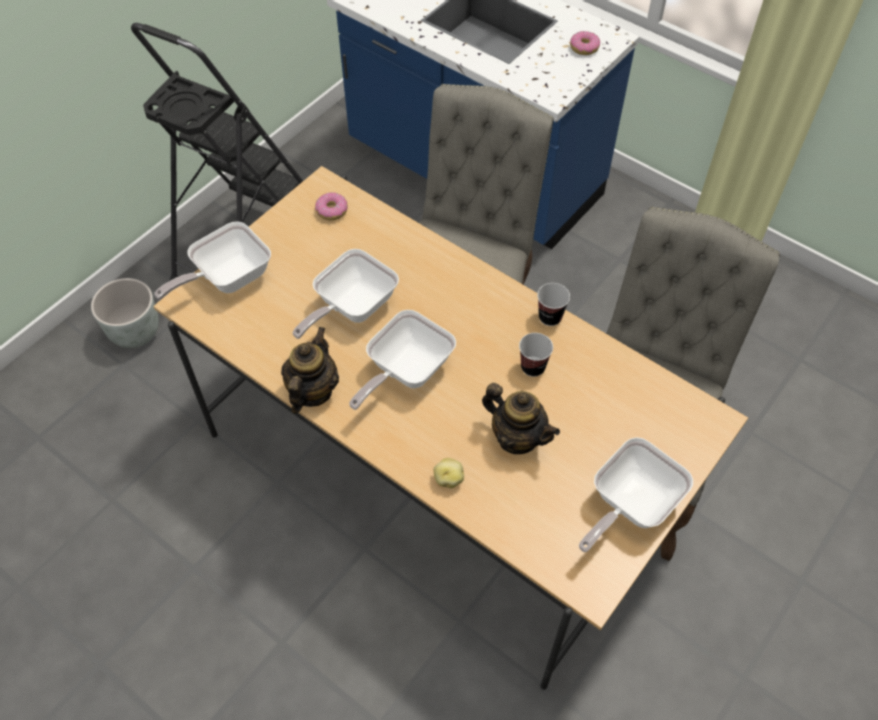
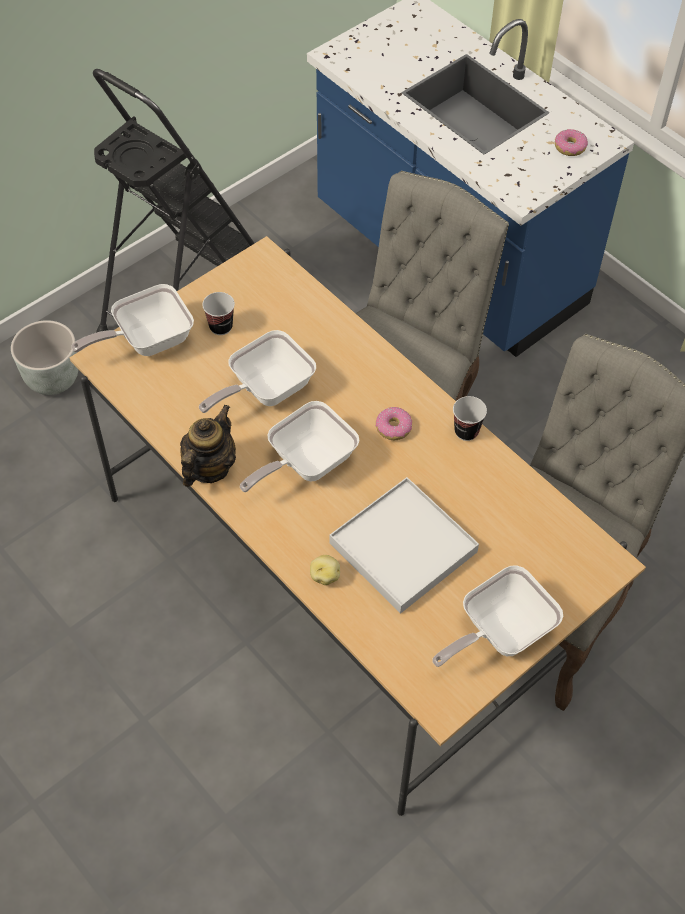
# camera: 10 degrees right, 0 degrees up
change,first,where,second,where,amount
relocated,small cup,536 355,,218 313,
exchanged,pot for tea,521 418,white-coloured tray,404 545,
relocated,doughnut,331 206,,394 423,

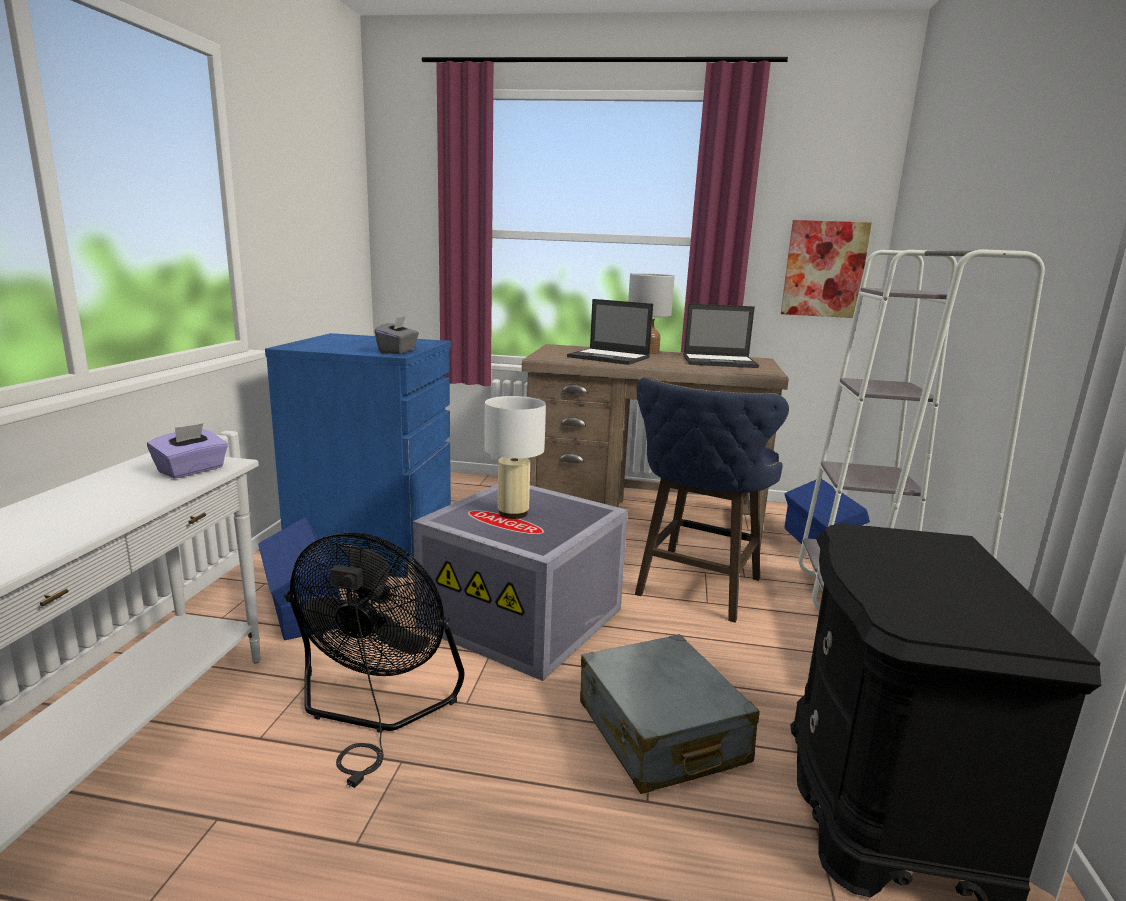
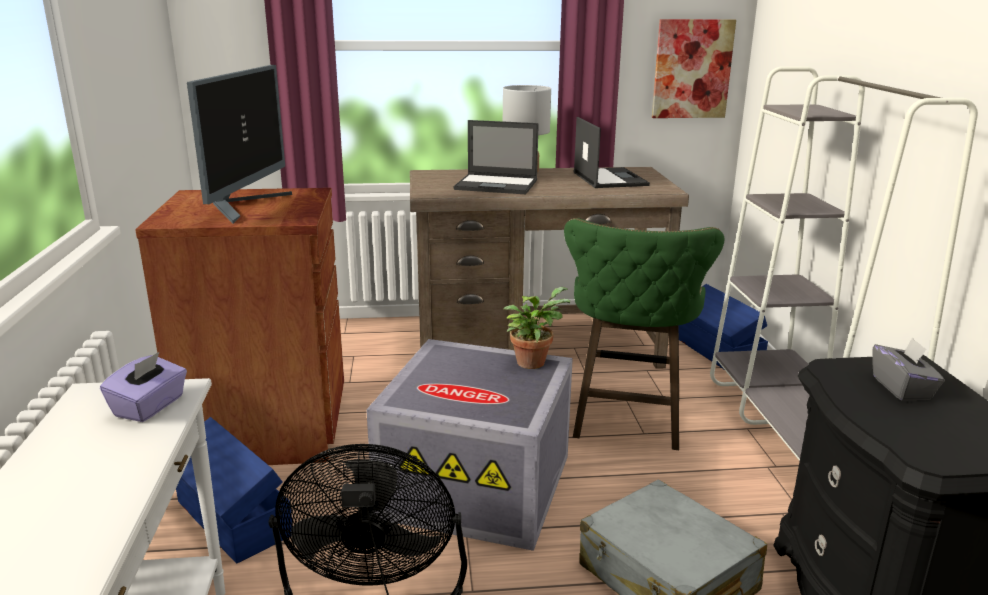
# camera: 15 degrees left, 5 degrees up
change,first,where,second,where,amount
colour,bluish chest of drawers,358 455,brownish chest of drawers,239 326,
appeared,,,computer screen,239 144,
appeared,,,plant in a pot,536 328,
colour,bluish stool seat,712 500,greenish stool seat,644 334,
spun,laptop,721 336,,611 152,90 degrees counterclockwise
relocated,gray box of tissues,397 335,,908 369,
missing,white-coloured lamp for a table,515 457,,,

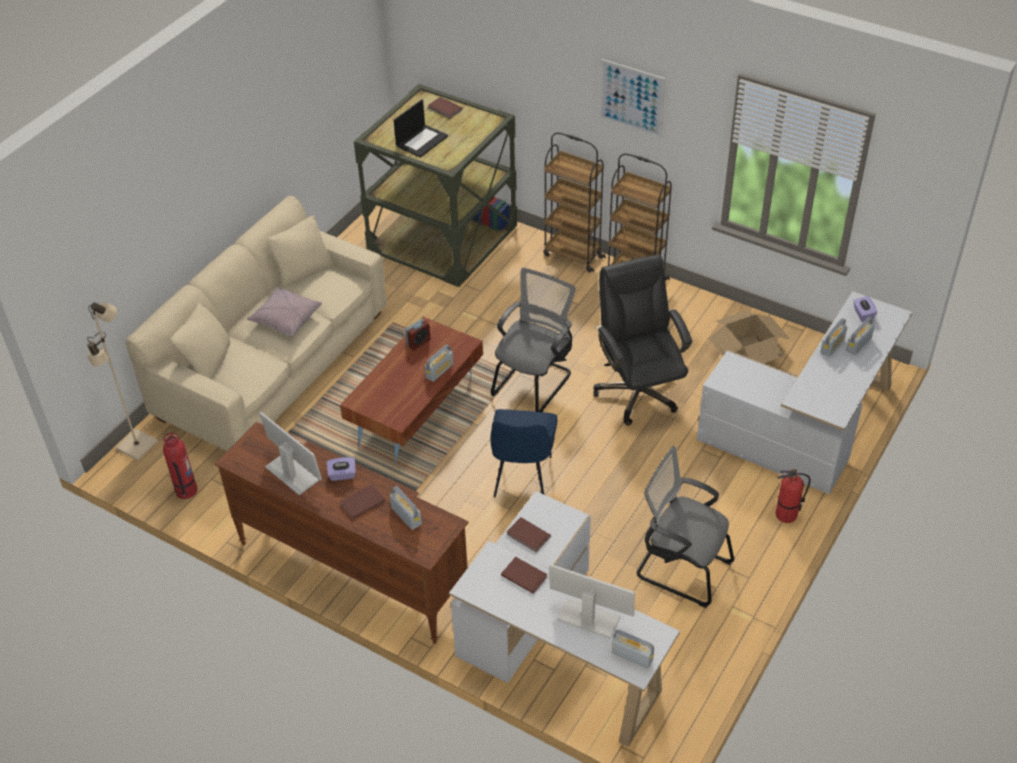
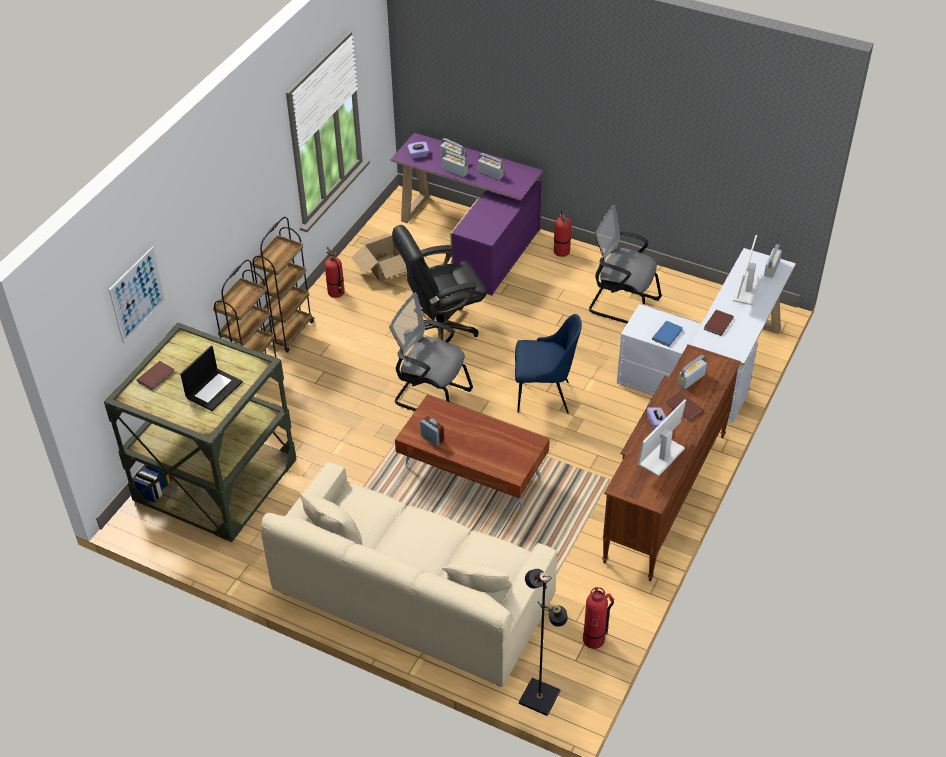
# camera: 95 degrees left, 0 degrees up
change,first,where,second,where,amount
relocated,wall art,632 98,,137 295,
spun,laptop,421 128,,211 378,90 degrees clockwise
appeared,,,fire-fighting cylinder,335 272,
colour,white-coloured desk,805 392,purplish desk,466 214,
relocated,radio receiver,439 363,,491 166,
colour,beige-coloured standing lamp,122 381,blackish standing lamp,543 642,
spun,chair,685 527,,625 263,90 degrees clockwise
colour,brownish book,528 534,bluish book,667 334,
missing,purplish pillow,284 312,,,

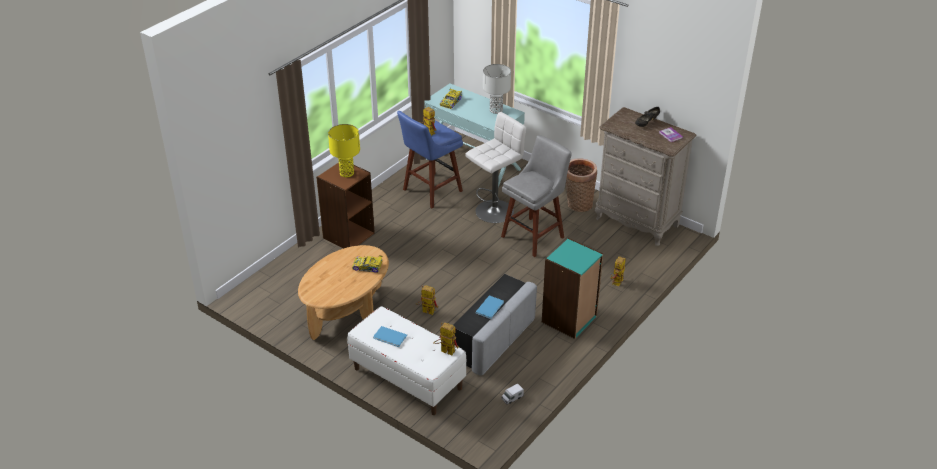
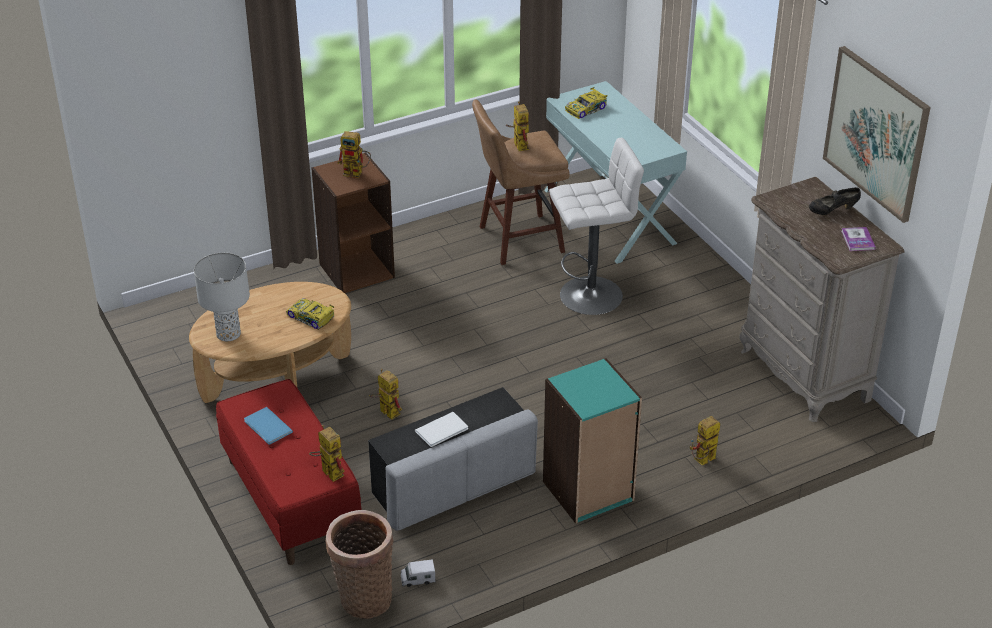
# camera: 25 degrees right, 0 degrees up
change,first,where,second,where,amount
relocated,white-coloured lamp for a table,497 89,,222 297,
colour,white-coloured long seat,406 360,red long seat,289 472,
relocated,household basket,581 185,,360 564,
exchanged,yellowish lamp for a table,344 150,model robot,354 154,
colour,bluish book,489 307,white-coloured book,441 429,
colour,bluish stool seat,430 159,brownish stool seat,521 182,
appeared,,,wall art,877 134,
missing,gray stool seat,536 196,,,

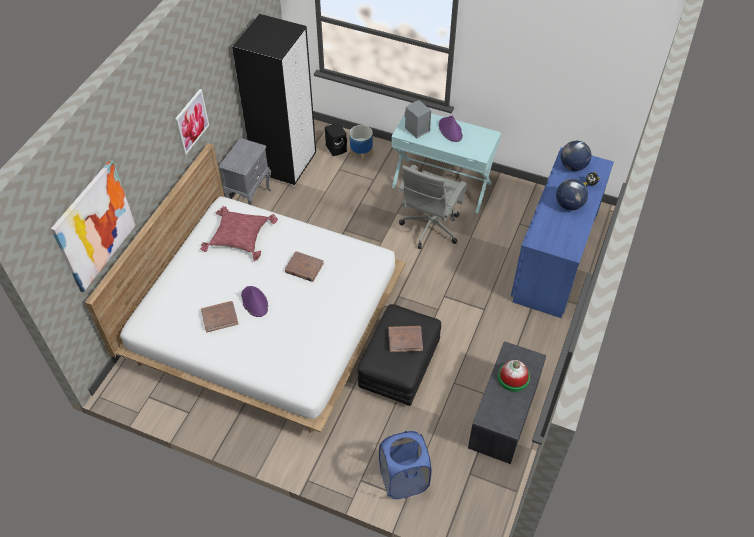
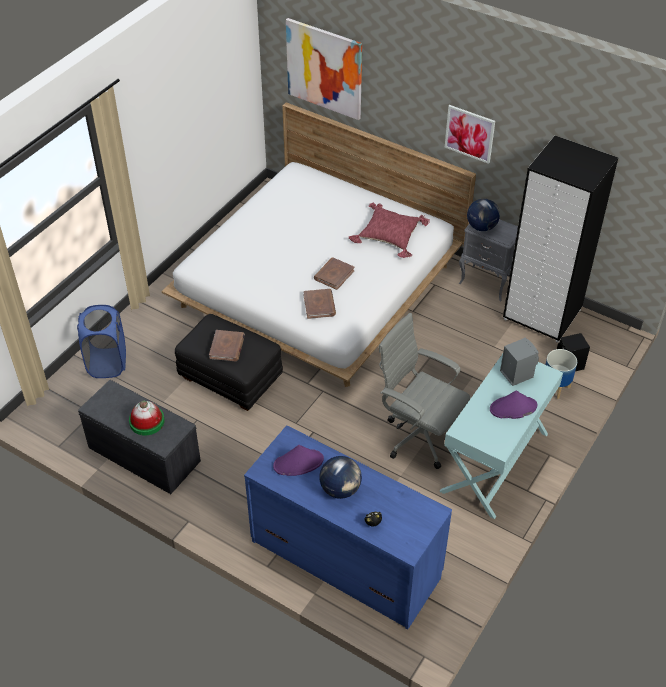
# camera: 100 degrees right, 5 degrees down
change,first,where,second,where,amount
relocated,purplish clothing hat,254 301,,298 460,
relocated,brownish book,220 316,,319 304,
relocated,globe,576 156,,483 215,

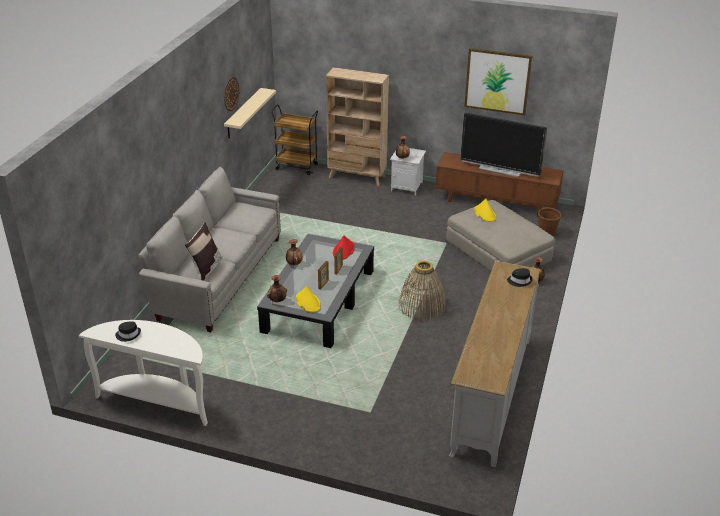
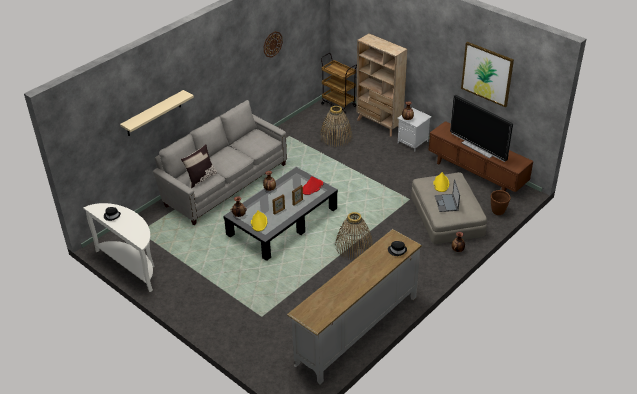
# camera: 25 degrees right, 5 degrees up
change,first,where,second,where,amount
relocated,beige-coloured wall shelf,250 113,,157 113,
appeared,,,household basket,336 126,
appeared,,,laptop,447 195,

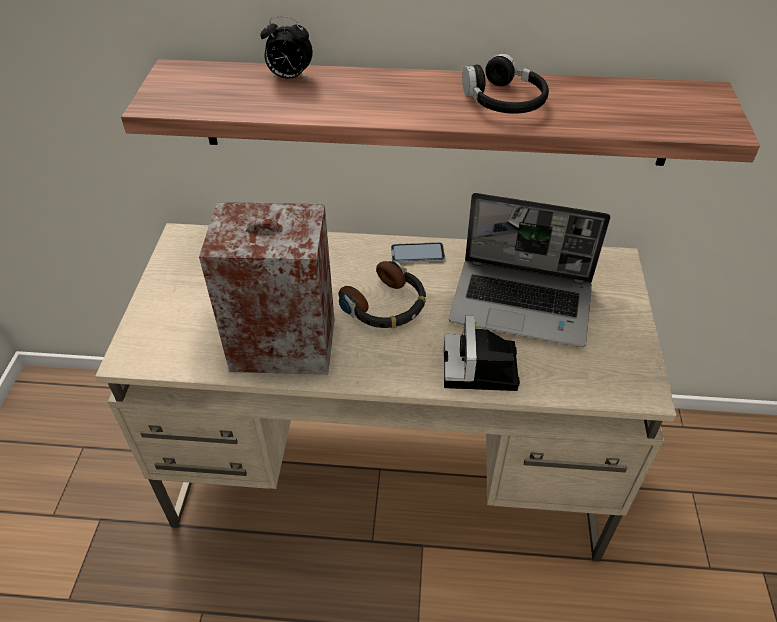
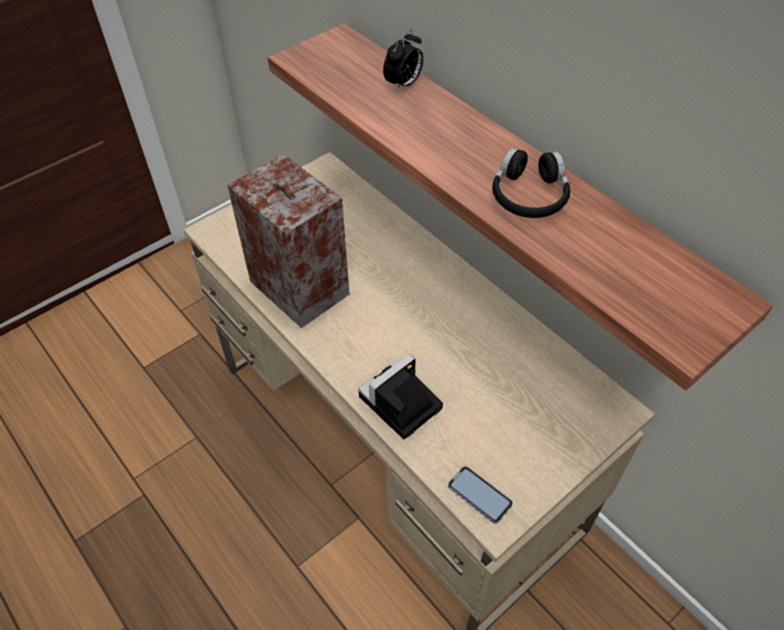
# camera: 45 degrees right, 5 degrees up
change,first,where,second,where,amount
spun,bedside clock,286 48,,403 60,105 degrees counterclockwise
relocated,telephone,418 252,,480 495,
missing,headphones,382 294,,,
missing,laptop,529 270,,,

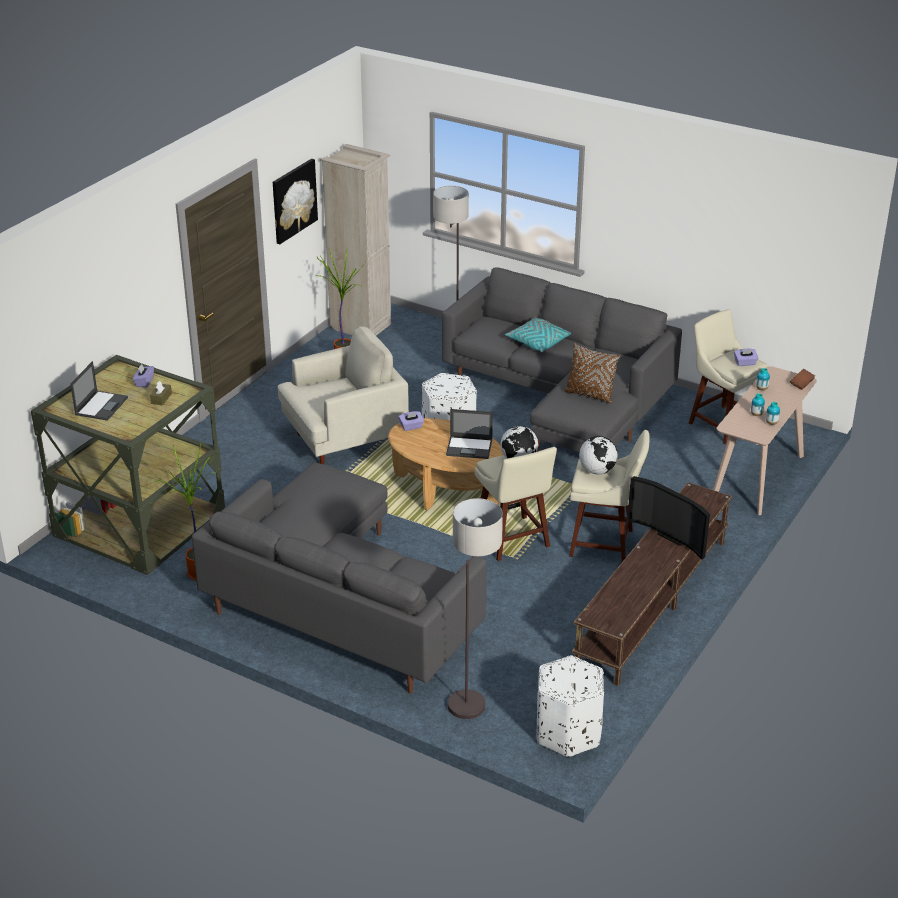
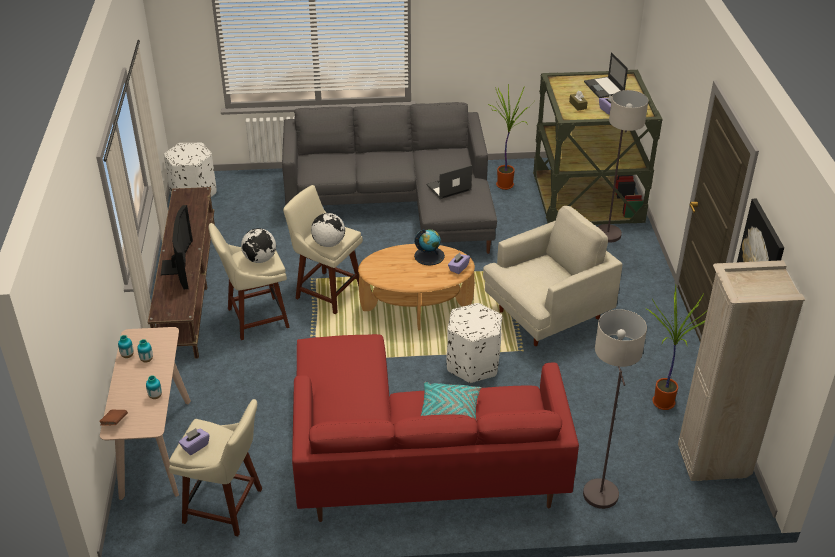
# camera: 145 degrees right, 5 degrees up
change,first,where,second,where,amount
spun,TV set,668 517,,177 247,75 degrees clockwise
colour,gray settee,562 359,red settee,435 428,
appeared,,,globe,429 247,
relocated,laptop,469 434,,449 182,
spun,beige-coloured lounge chair,343 395,,553 276,150 degrees counterclockwise
relocated,gray standing lamp,475 608,,622 166,
missing,brownish pillow,592 373,,,

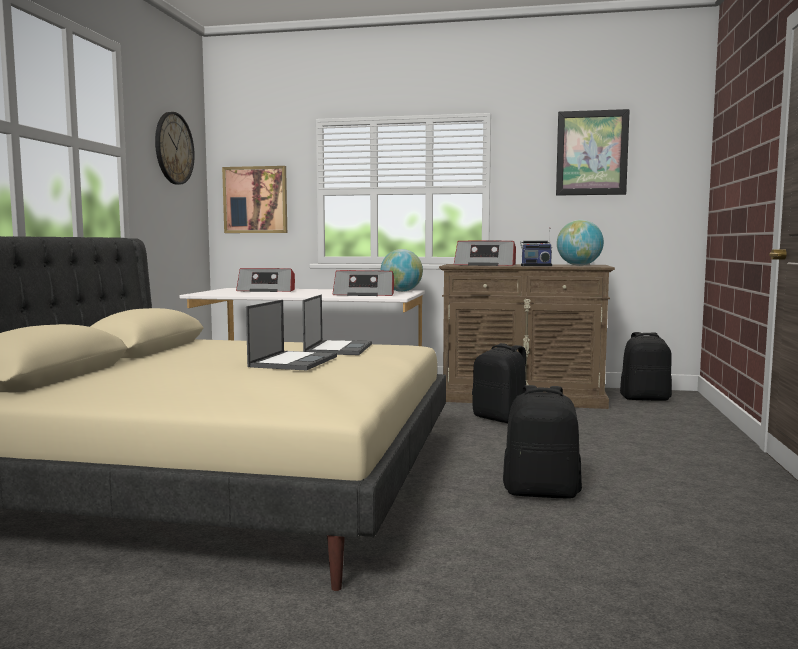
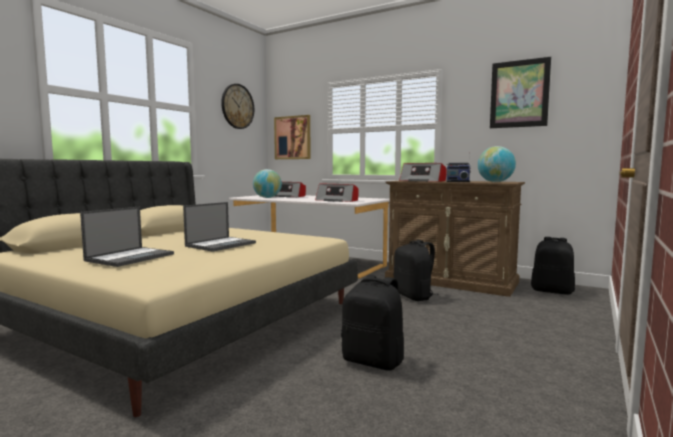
# camera: 20 degrees right, 0 degrees up
change,first,where,second,where,amount
relocated,laptop,337 325,,127 237,
relocated,globe,402 270,,267 183,

